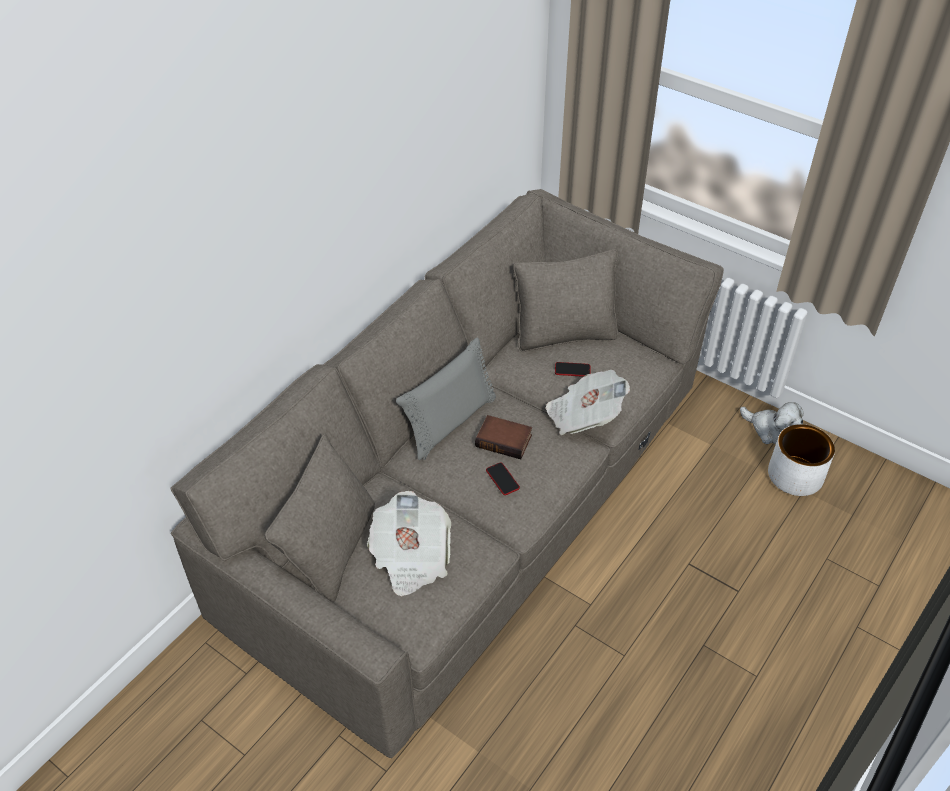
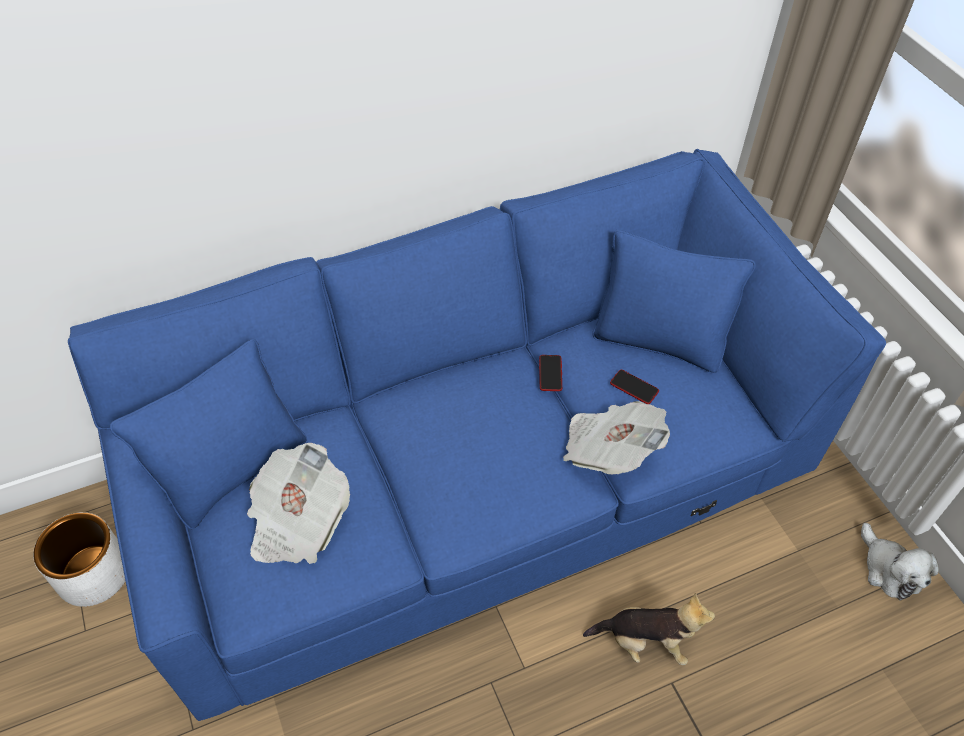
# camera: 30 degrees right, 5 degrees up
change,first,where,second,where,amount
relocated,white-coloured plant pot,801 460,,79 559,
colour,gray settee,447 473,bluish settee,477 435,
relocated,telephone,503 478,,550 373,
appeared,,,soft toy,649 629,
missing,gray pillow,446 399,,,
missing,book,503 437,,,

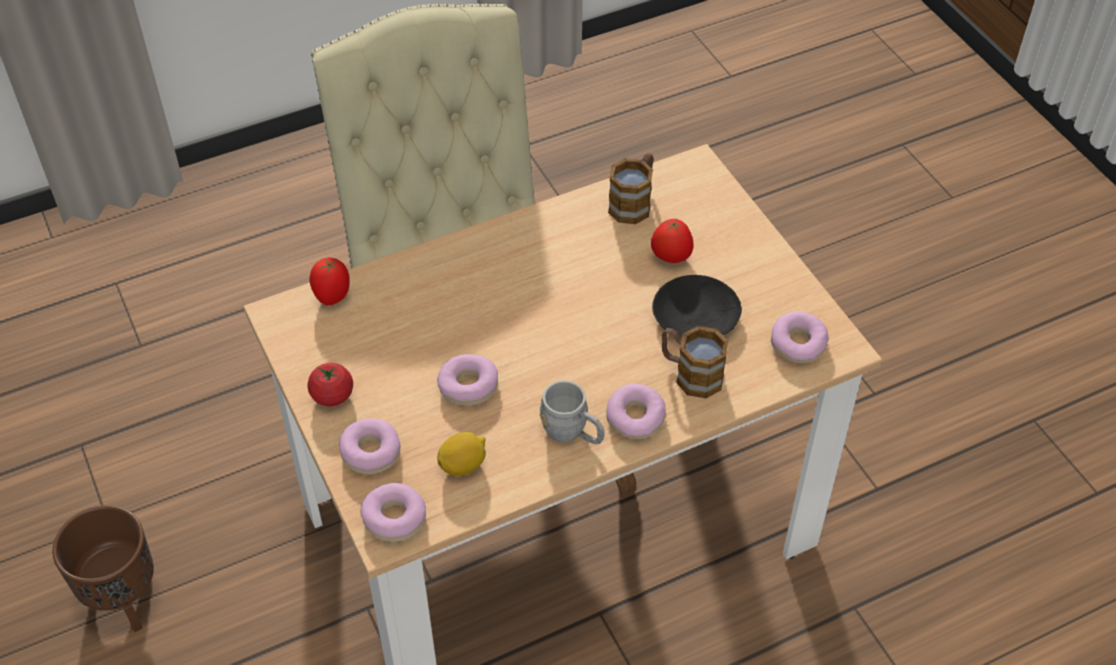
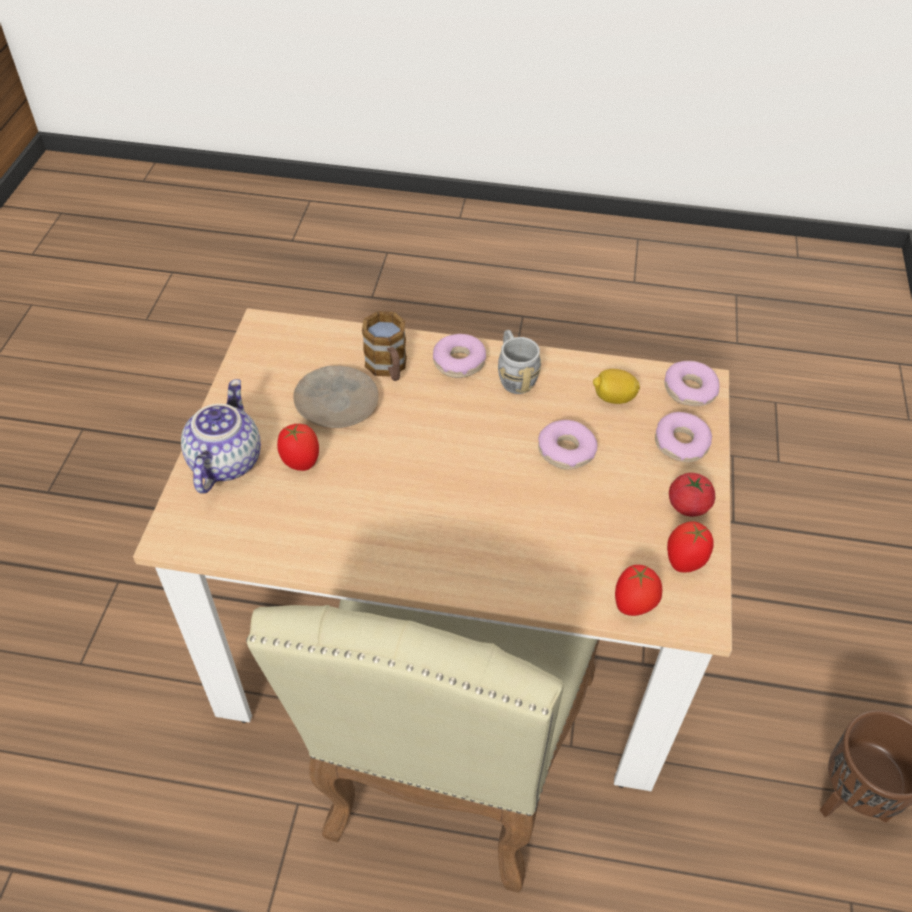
# camera: 145 degrees left, 0 degrees up
change,first,where,second,where,amount
appeared,,,pot for tea,221 436,
colour,blackish flat dish,697 306,beige-coloured flat dish,336 397,
appeared,,,tomato,690 546,
missing,tea mug,630 188,,,
missing,doughnut,800 337,,,

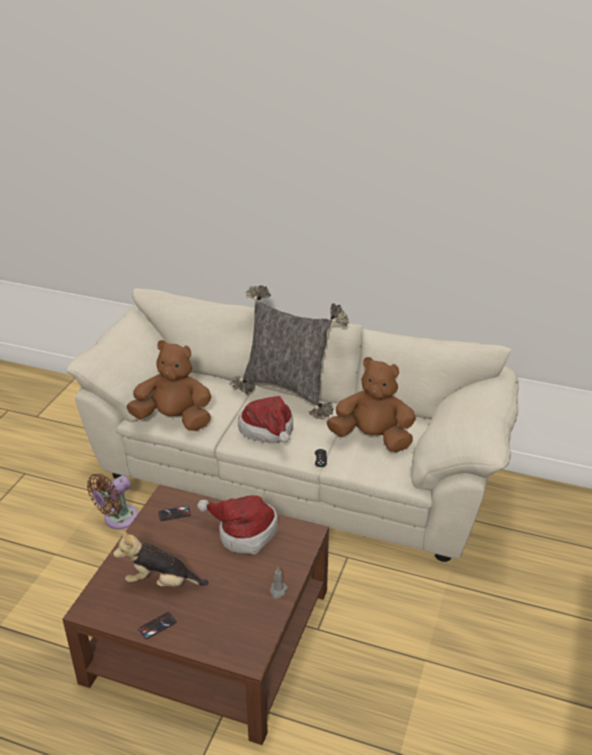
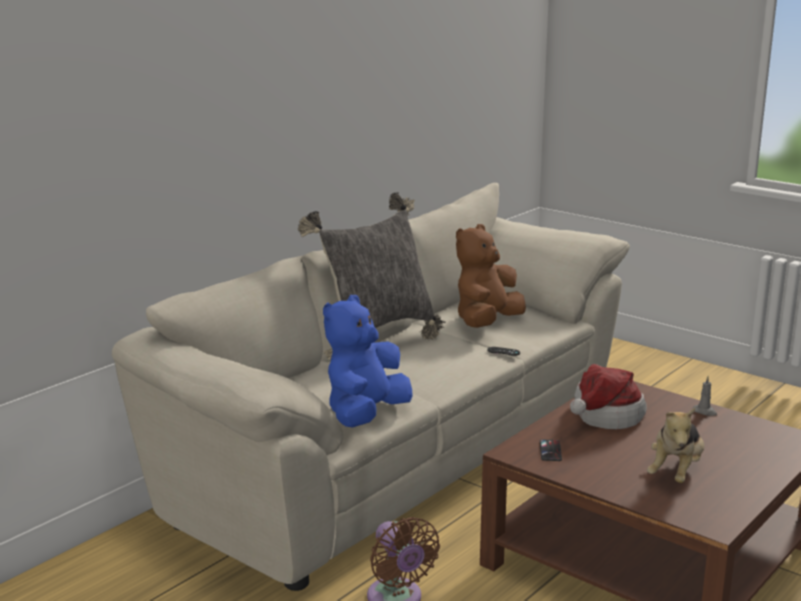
# camera: 70 degrees left, 15 degrees down
change,first,where,second,where,amount
colour,brownish soft toy,169 385,bluish soft toy,368 361,
missing,telephone,157 625,,,
missing,clothing hat,265 419,,,

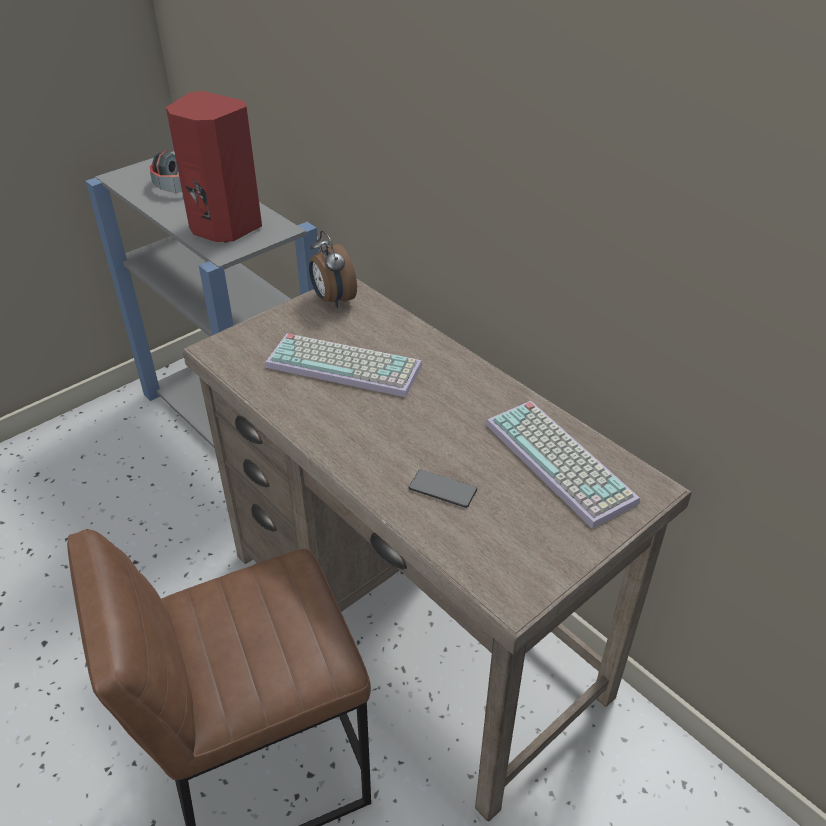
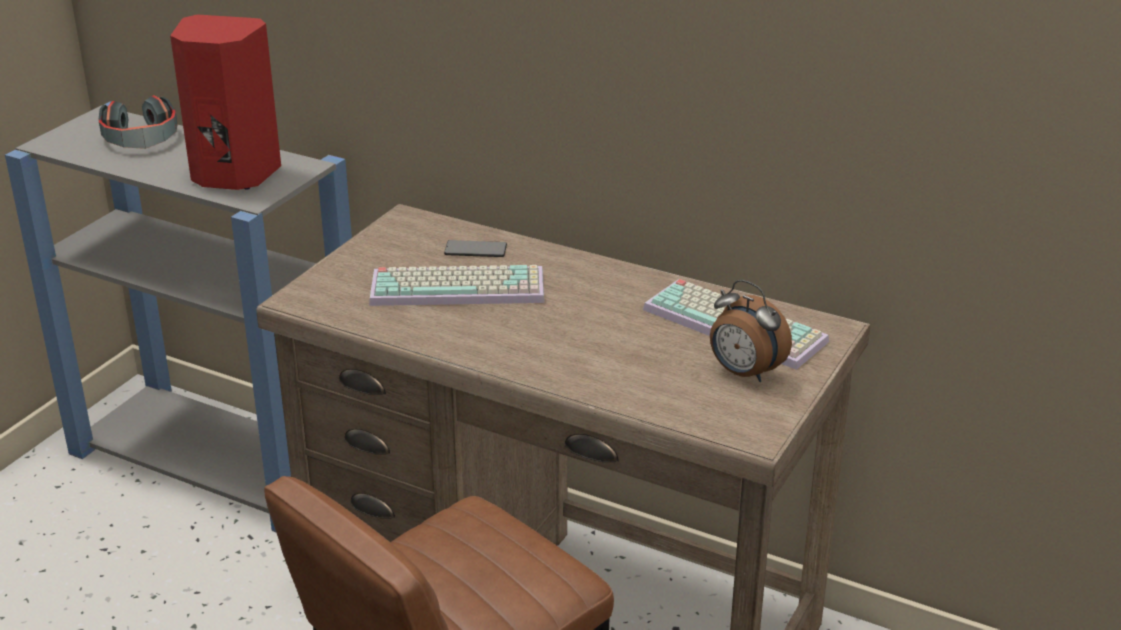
# camera: 20 degrees left, 10 degrees down
change,first,where,second,where,amount
relocated,telephone,443 488,,475 248,
relocated,bedside clock,333 269,,751 331,

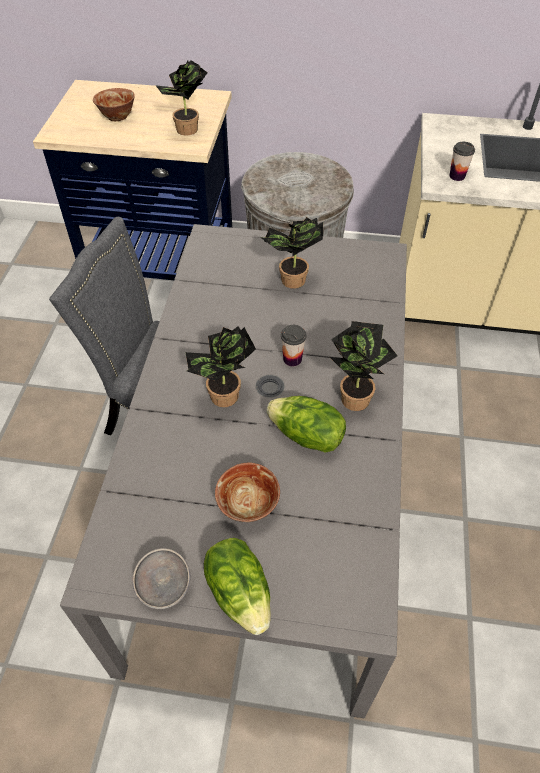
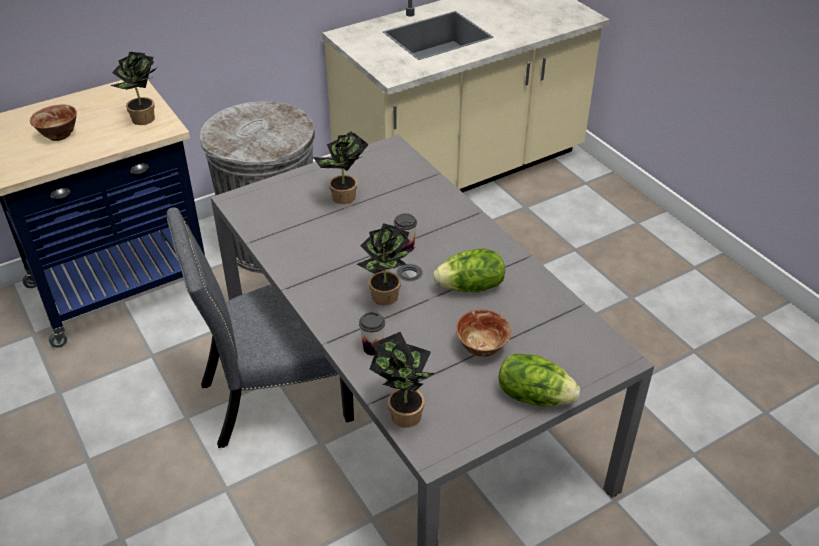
# camera: 40 degrees left, 10 degrees down
change,first,where,second,where,amount
relocated,small cup,462 161,,372 334,
relocated,plant in a pot,364 366,,402 380,
missing,gray bowl,161 578,,,

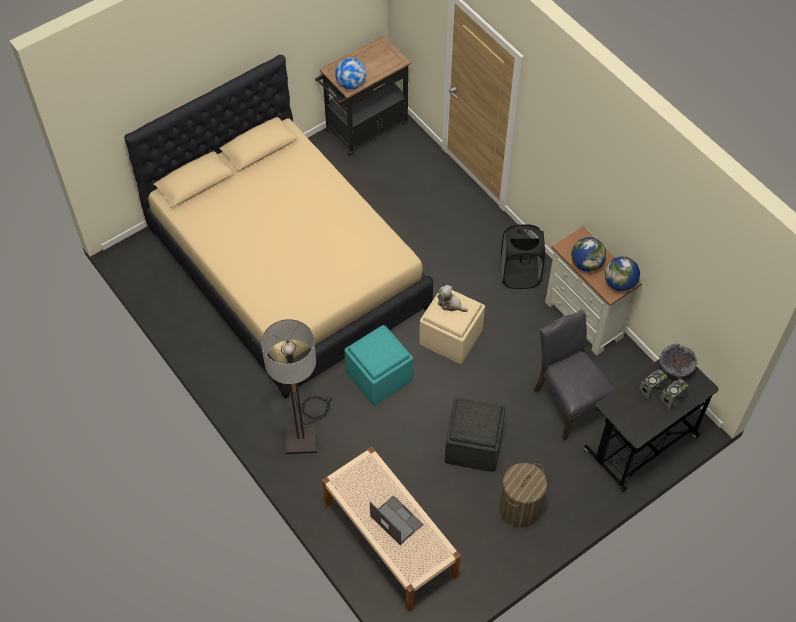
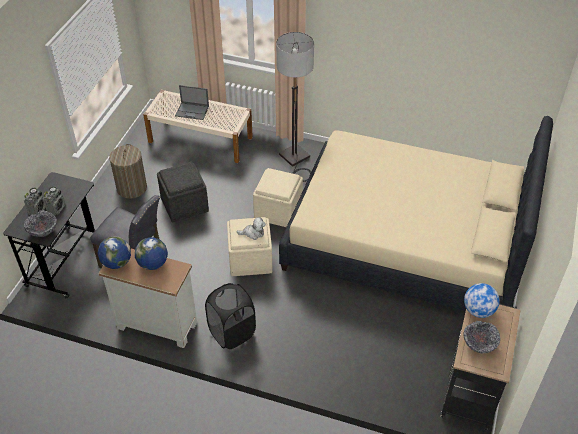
# camera: 145 degrees right, 10 degrees down
change,first,where,second,where,amount
colour,turquoise-coloured pouffe,378 365,beige-coloured pouffe,278 197,
appeared,,,bowl,481 337,

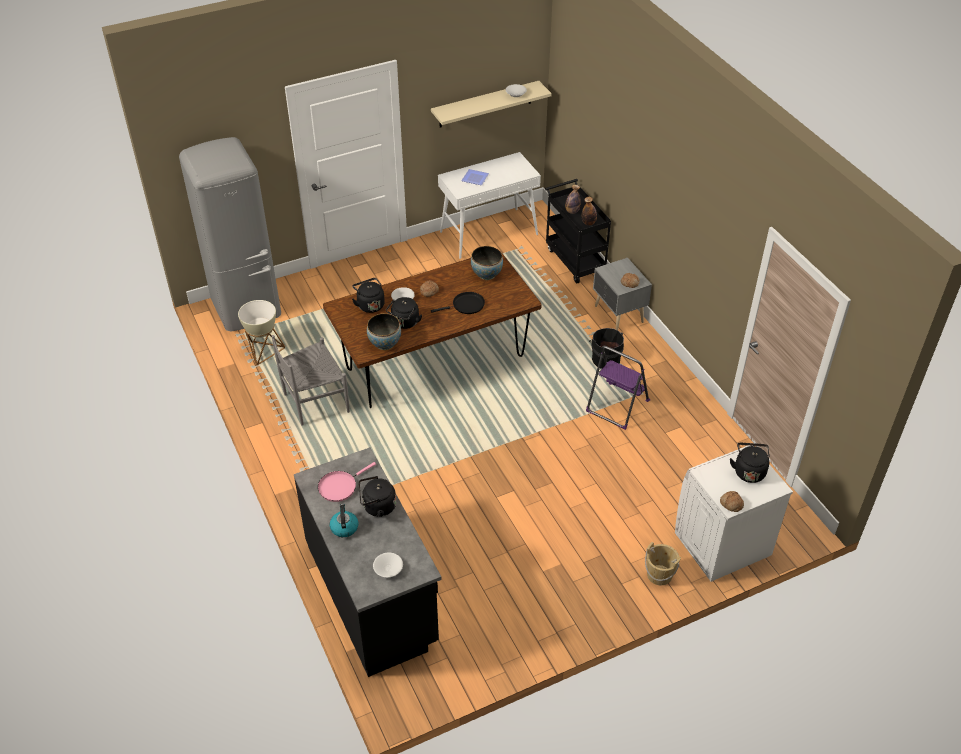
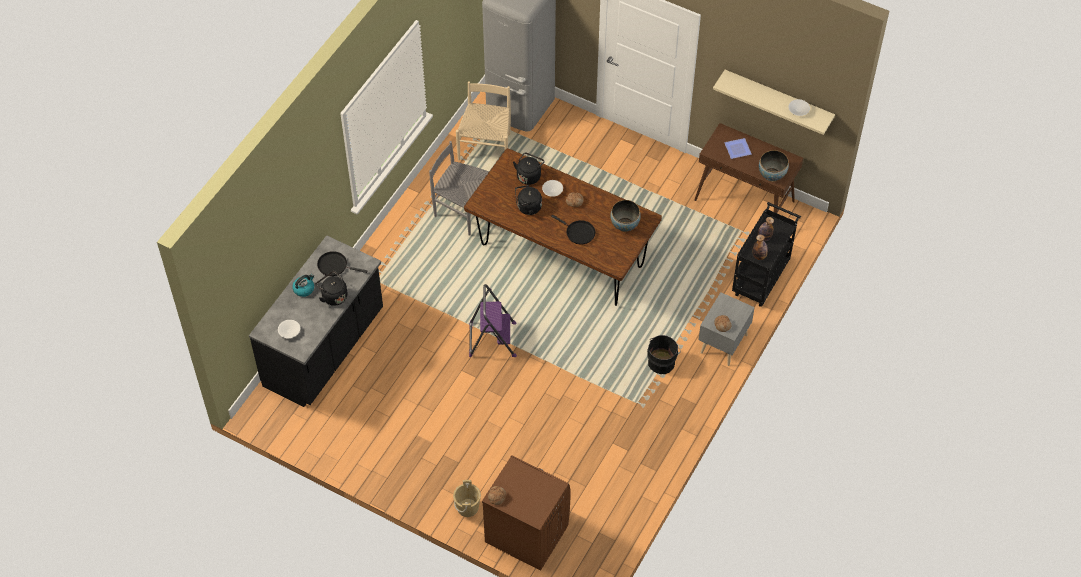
# camera: 55 degrees right, 10 degrees up
change,first,where,second,where,amount
colour,pink-coloured pan,347 482,blackish pan,342 263,
exchanged,plant pot,261 332,beige-coloured chair,483 121,
relocated,purplish stepladder,618 388,,493 320,
colour,white-coloured laundry appliance,734 514,brownish laundry appliance,526 513,
colour,white-coloured console table,489 205,brownish console table,748 168,
relocated,bowl,384 331,,774 166,
missing,blackish tea kettle,750 463,,,

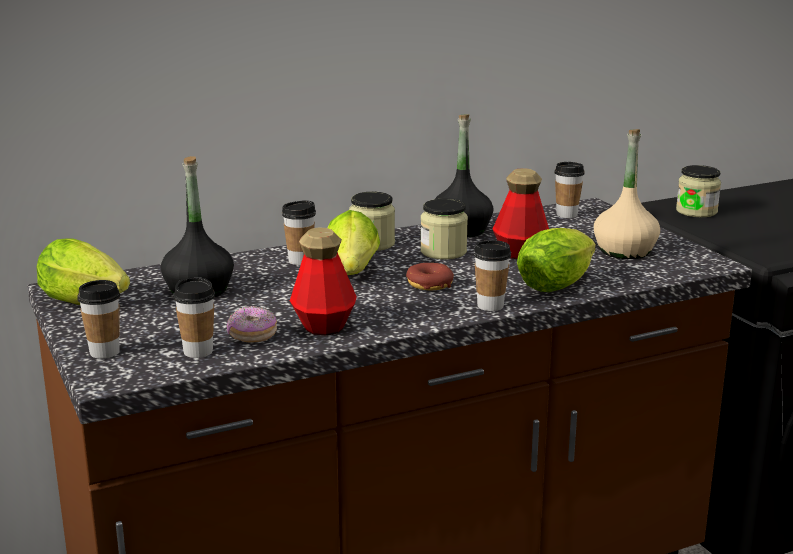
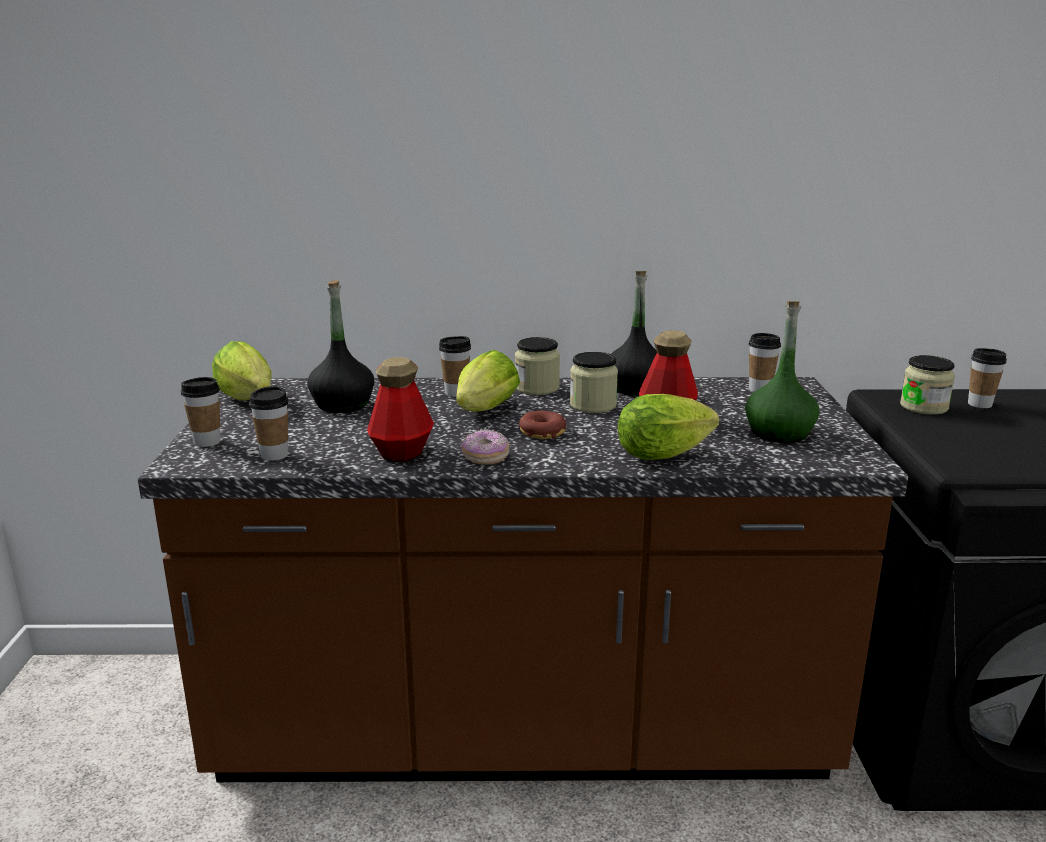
# camera: 25 degrees right, 0 degrees up
change,first,where,second,where,amount
relocated,doughnut,252 324,,485 447,
colour,beige-coloured beverage bottle,627 194,greenish beverage bottle,782 372,
relocated,small cup,492 275,,987 378,

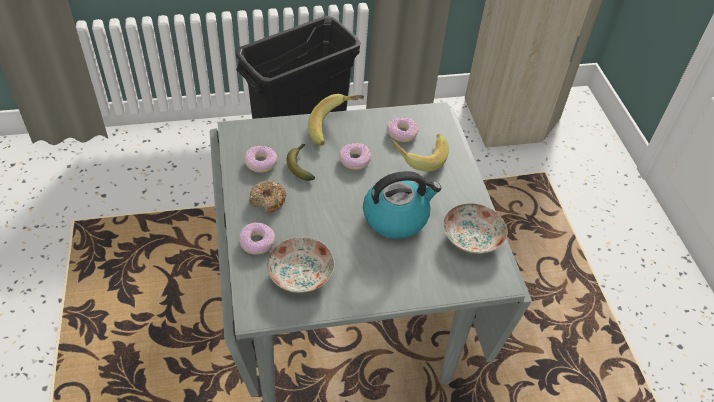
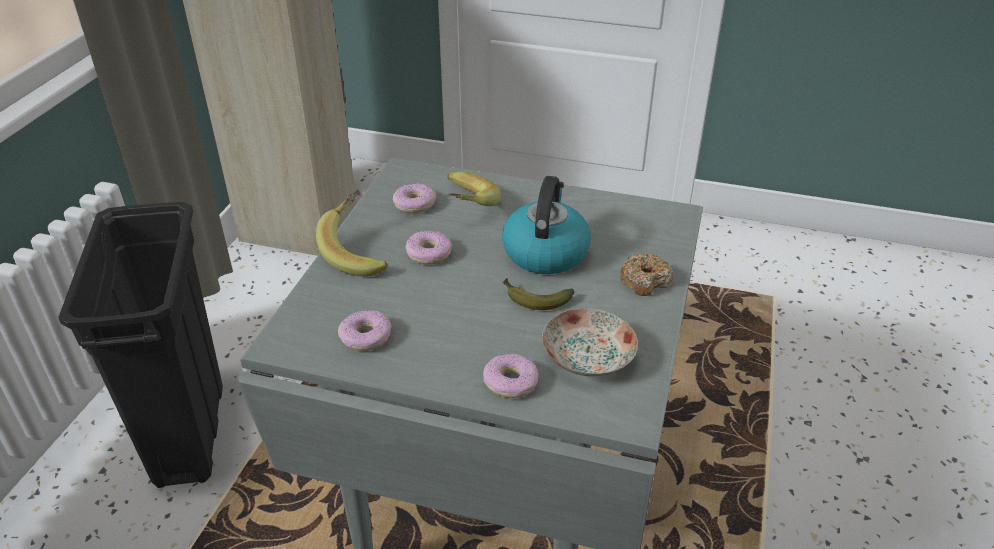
# camera: 60 degrees left, 10 degrees down
change,first,where,second,where,amount
relocated,banana fruit,301 162,,538 294,
relocated,doughnut,268 196,,646 274,
missing,flat dish,475 229,,,

